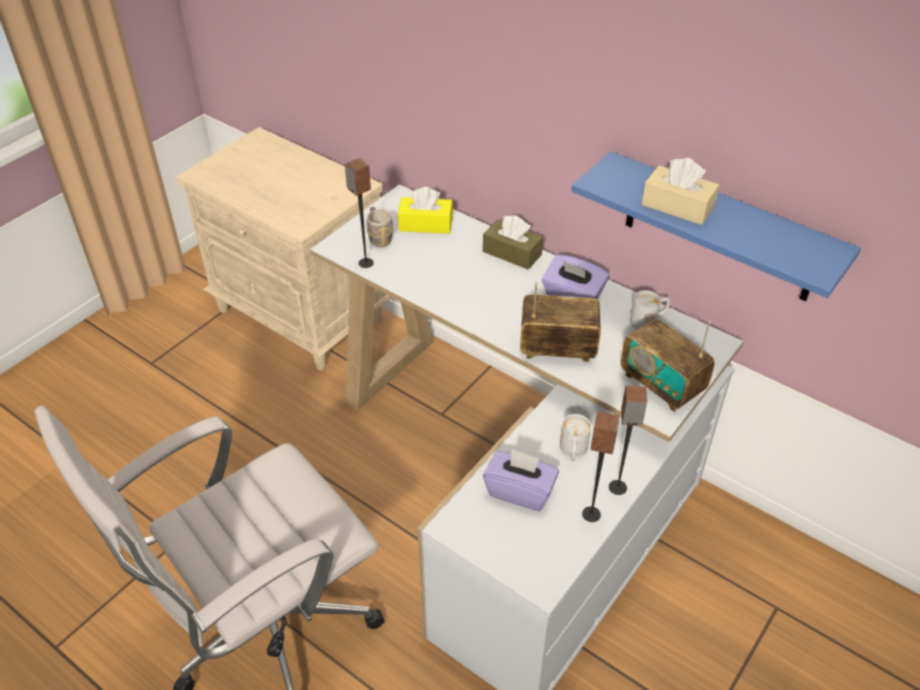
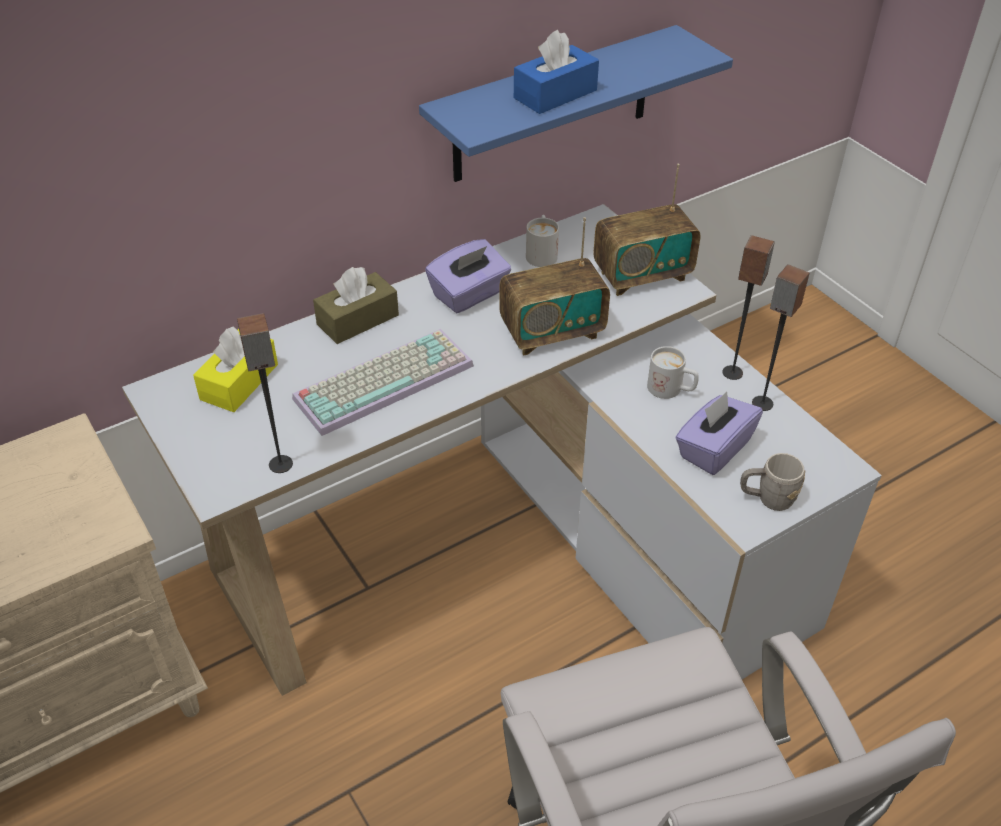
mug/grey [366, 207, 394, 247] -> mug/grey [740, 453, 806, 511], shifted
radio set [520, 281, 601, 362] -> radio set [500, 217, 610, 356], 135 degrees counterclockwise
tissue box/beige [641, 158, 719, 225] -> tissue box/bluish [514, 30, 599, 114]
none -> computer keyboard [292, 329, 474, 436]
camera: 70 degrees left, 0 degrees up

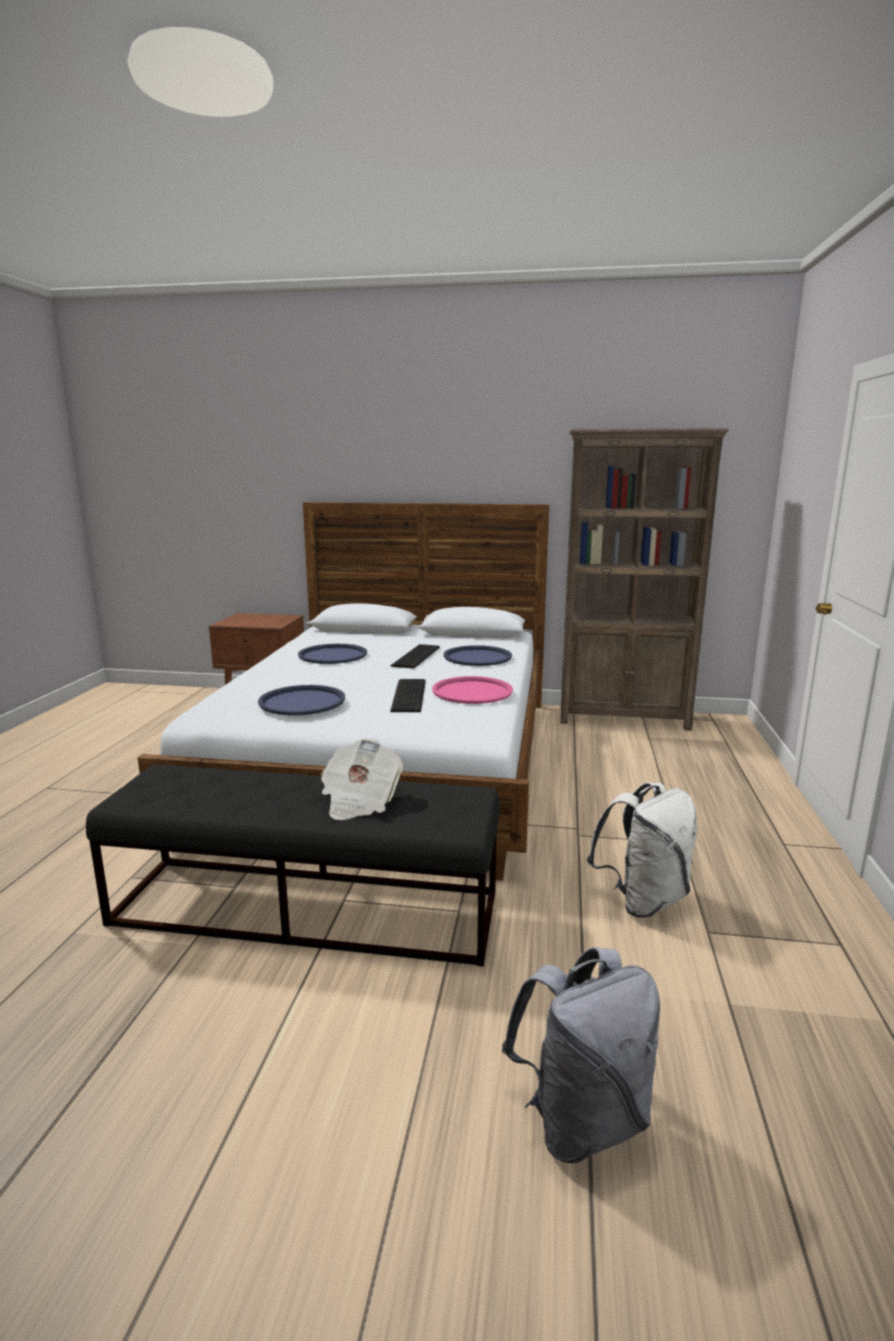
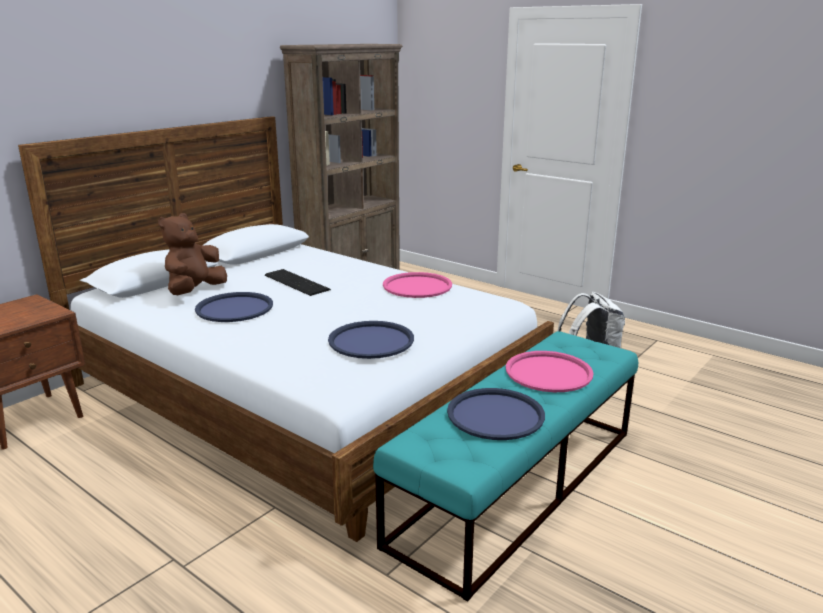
bench/blackish [86, 764, 500, 967] -> bench/blue-green [373, 331, 638, 602]
newspaper [321, 739, 403, 820] -> carrying tray/pink-coloured [506, 351, 594, 392]
computer keyboard [390, 679, 426, 712] -> none
carrying tray/bluish [444, 645, 512, 666] -> carrying tray/bluish [447, 388, 545, 440], shifted
backpack/grey [502, 947, 660, 1163] -> none
none -> cuddly toy/brown-coloured [158, 213, 227, 295]
camera: 60 degrees left, 5 degrees up

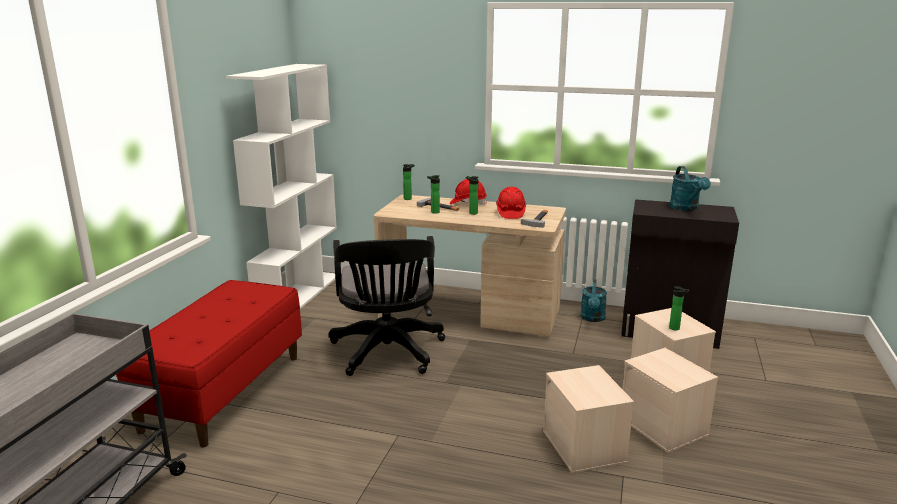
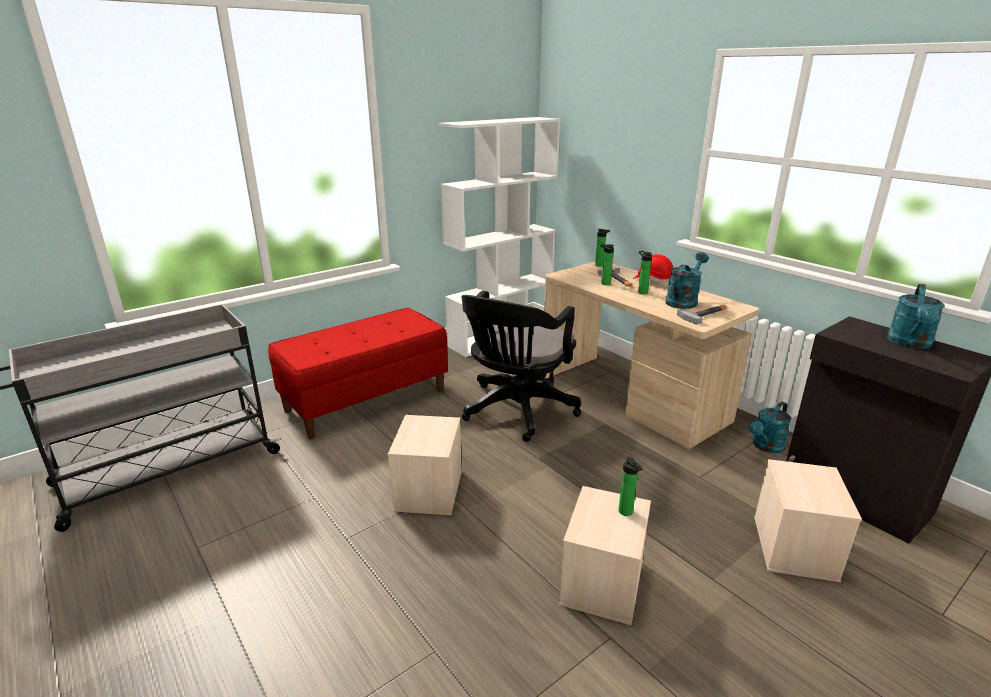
safety helmet/red [496, 187, 526, 219] -> sprinkling can/blue-green [665, 252, 709, 309]
storage bin/beige [622, 348, 718, 453] -> storage bin/beige [388, 415, 462, 515], shifted
bottle [669, 286, 690, 330] -> bottle [618, 457, 643, 516], shifted
camera: 35 degrees right, 5 degrees up

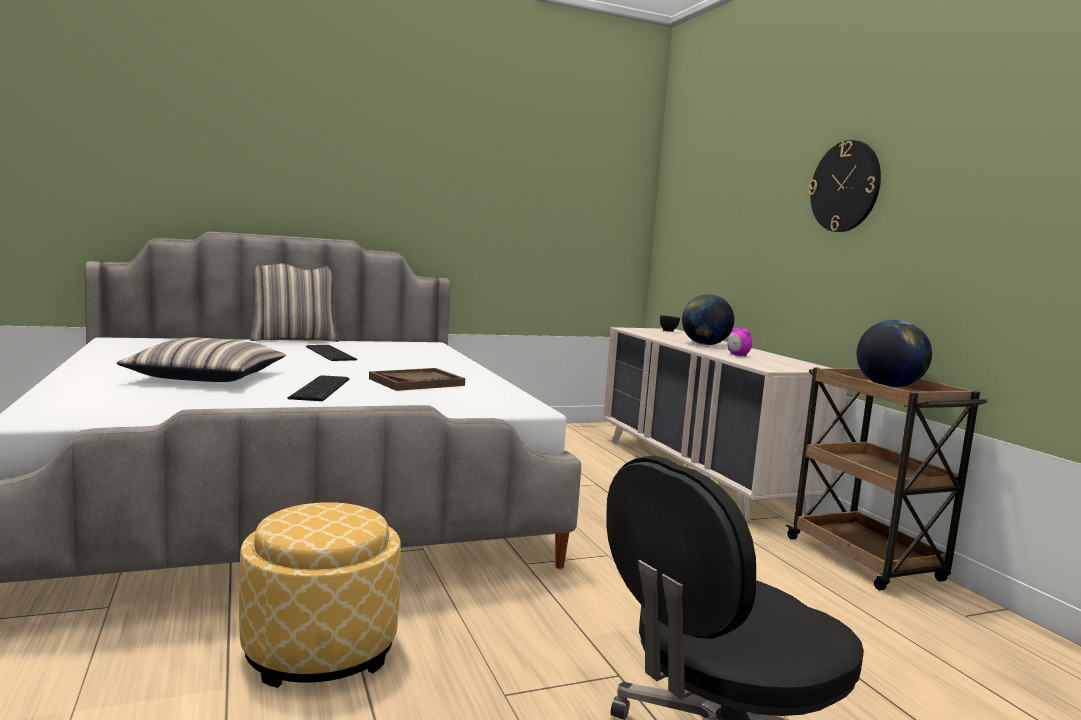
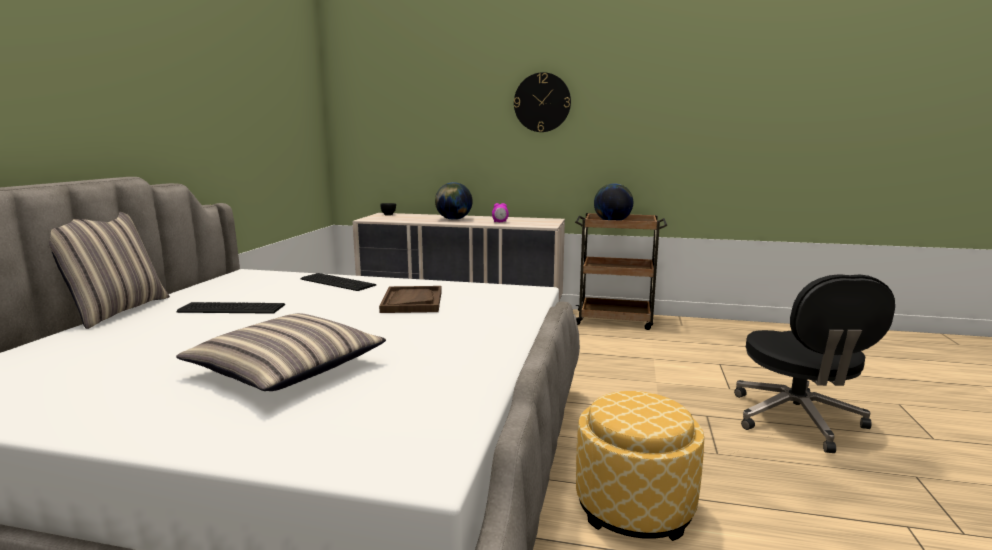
computer keyboard [287, 375, 349, 401] -> computer keyboard [301, 273, 376, 291], shifted
camera: 55 degrees left, 5 degrees up

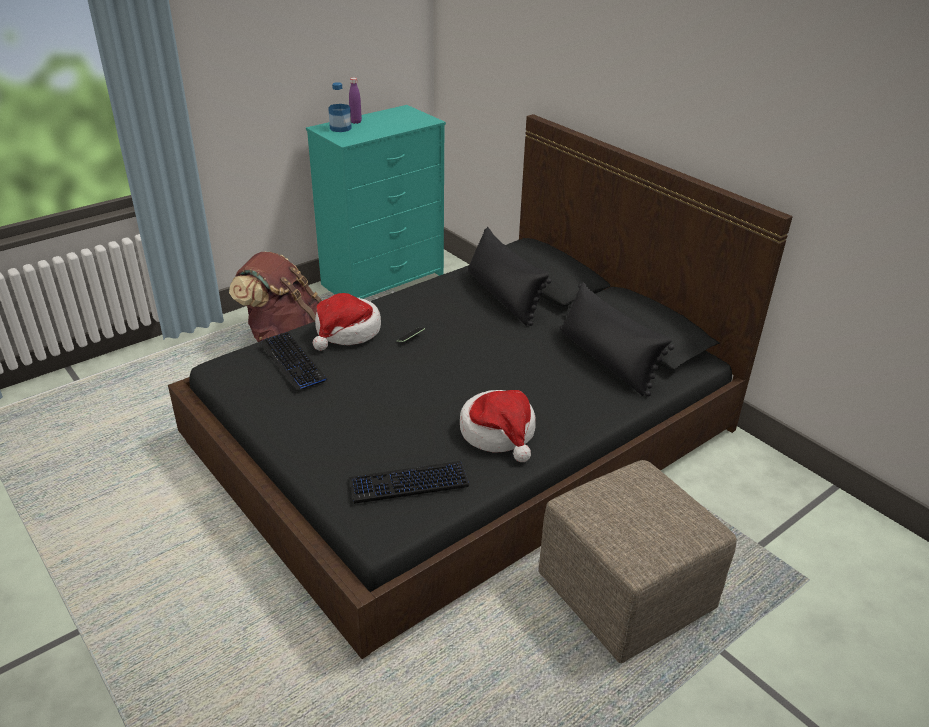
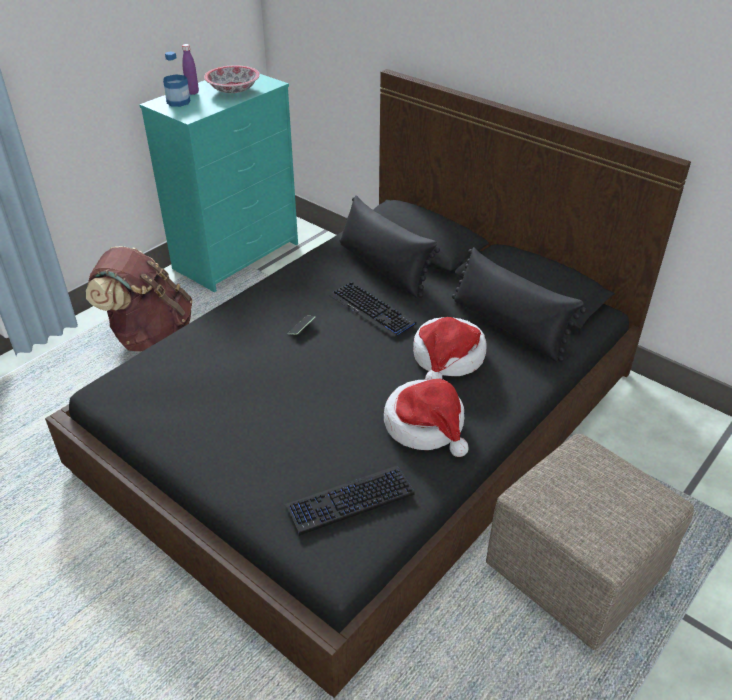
computer keyboard [260, 332, 327, 390] -> computer keyboard [329, 281, 416, 337], shifted
clothing hat [313, 293, 381, 351] -> clothing hat [413, 317, 487, 380], shifted
none -> deep dish [204, 65, 260, 93]
camera: 10 degrees left, 5 degrees up

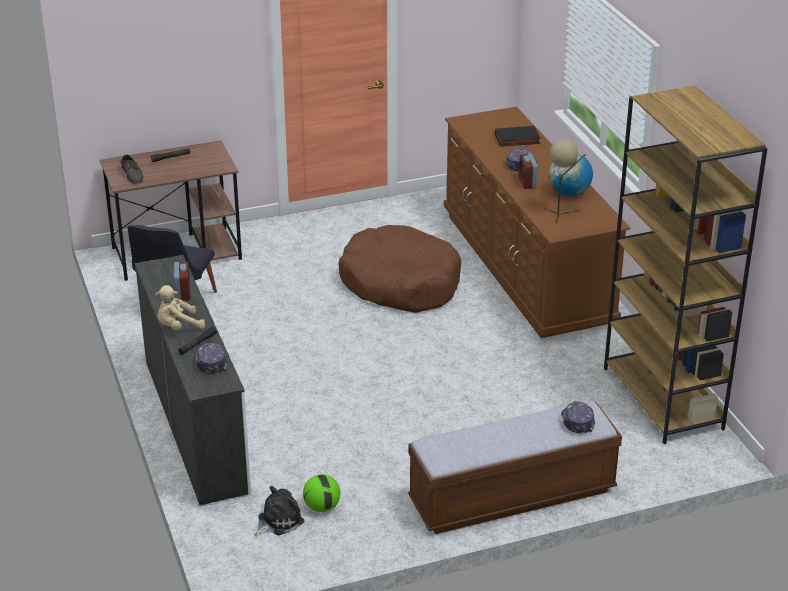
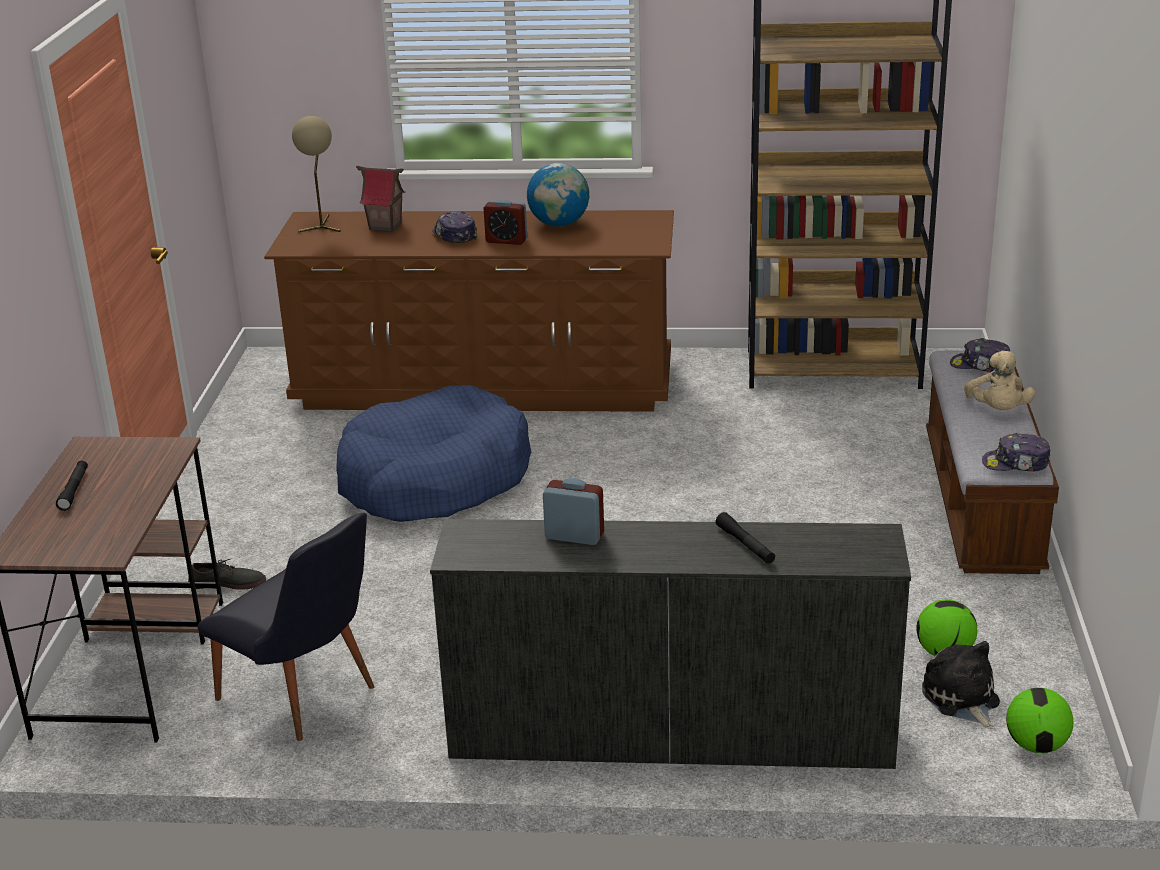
low shoe/grey [121, 154, 143, 184] -> low shoe/grey [188, 559, 266, 590], shifted
cuddly toy/beige [155, 285, 205, 331] -> cuddly toy/beige [964, 351, 1035, 410], shifted
cap [193, 343, 228, 374] -> cap [982, 433, 1050, 472], shifted
pet bed/brown-coloured [339, 225, 462, 313] -> pet bed/bluish [336, 385, 531, 522]
bound book/blackish [495, 126, 541, 147] -> miniature house [356, 166, 405, 232]
tabletop lamp/beige [543, 139, 585, 223] -> tabletop lamp/beige [292, 116, 341, 232], shifted
none -> ball for football [1006, 688, 1073, 753]
camera: 65 degrees left, 5 degrees down

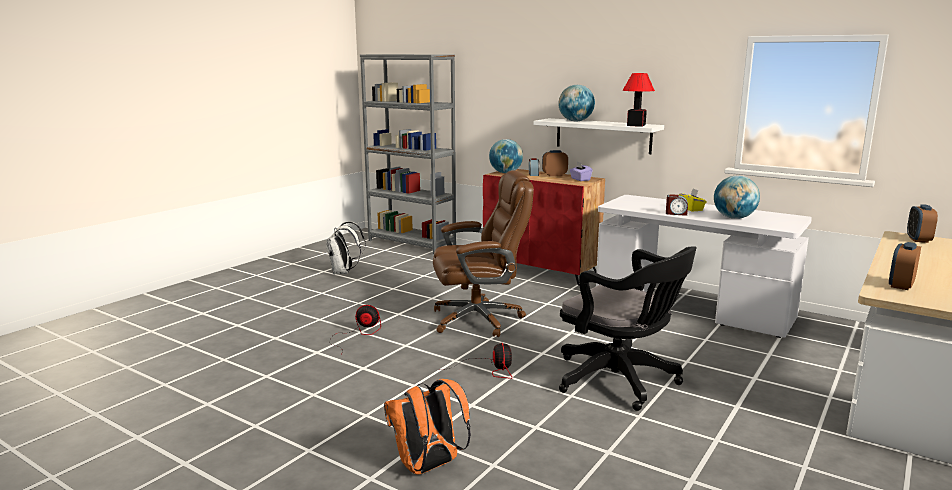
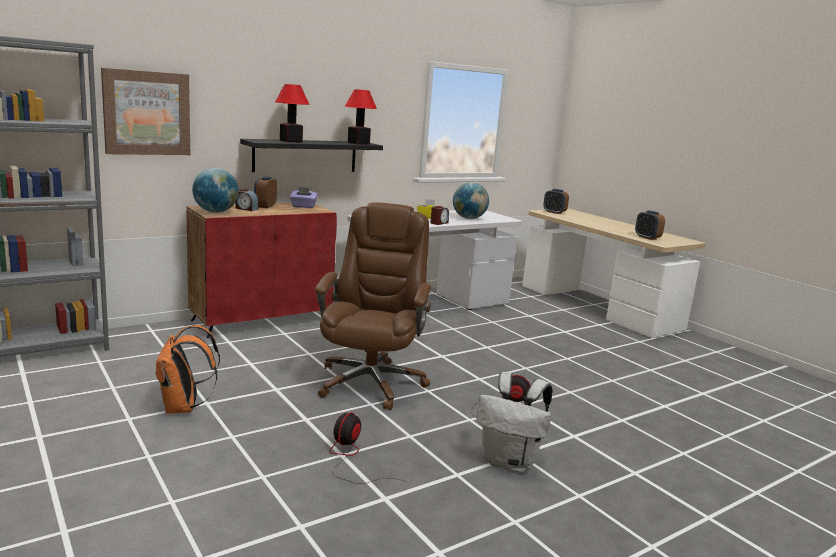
backpack/white-coloured [326, 221, 366, 274] -> backpack/white-coloured [477, 372, 552, 473], shifted
backpack/orangey [384, 379, 471, 475] -> backpack/orangey [155, 325, 220, 414], shifted
bracket shelf/white-coloured [533, 118, 664, 154] -> bracket shelf/blackish [240, 139, 383, 172]
desk globe [558, 85, 595, 121] -> tabletop lamp [275, 84, 309, 142]
office chair/blackish [559, 247, 697, 411] -> none
none -> wall art [101, 68, 190, 155]
camera: 70 degrees left, 0 degrees up

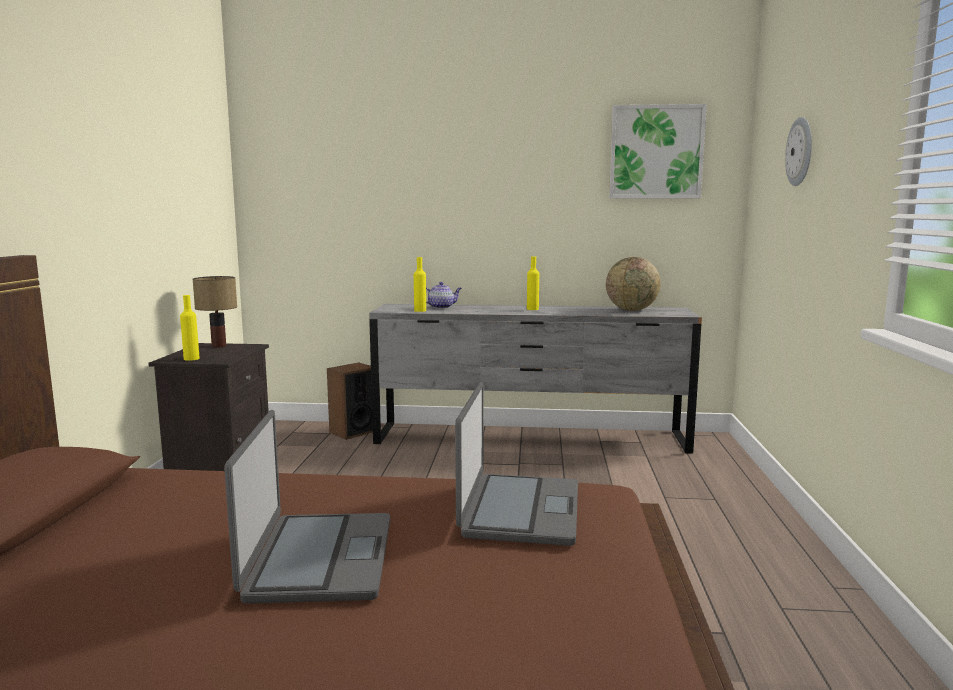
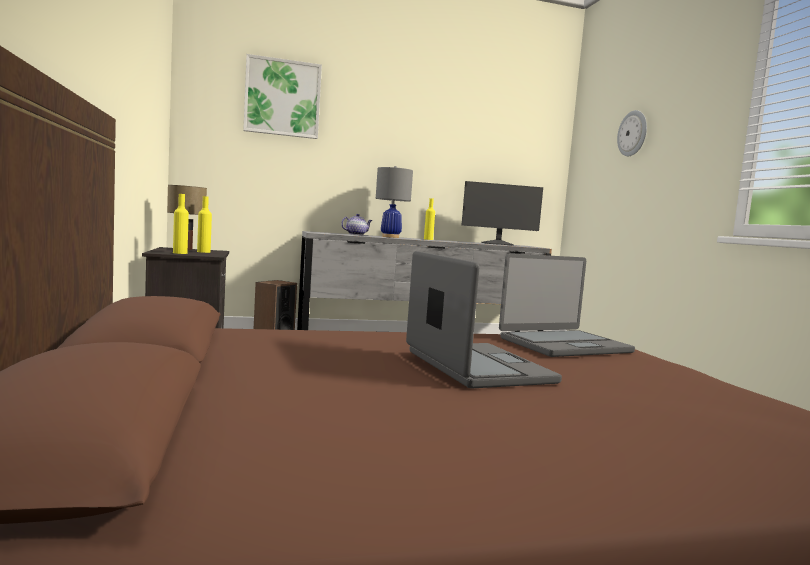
bottle/yellow-coloured [414, 257, 426, 312] -> bottle/yellow-coloured [197, 196, 212, 253], shifted
notebook computer [455, 382, 578, 546] -> notebook computer [499, 254, 635, 357], 75 degrees clockwise
desk globe [606, 257, 661, 311] -> monitor [462, 181, 543, 246]
wall art [609, 104, 707, 199] -> wall art [243, 54, 322, 139], shifted
none -> tabletop lamp/grey [376, 166, 413, 238]
camera: 20 degrees left, 5 degrees down

